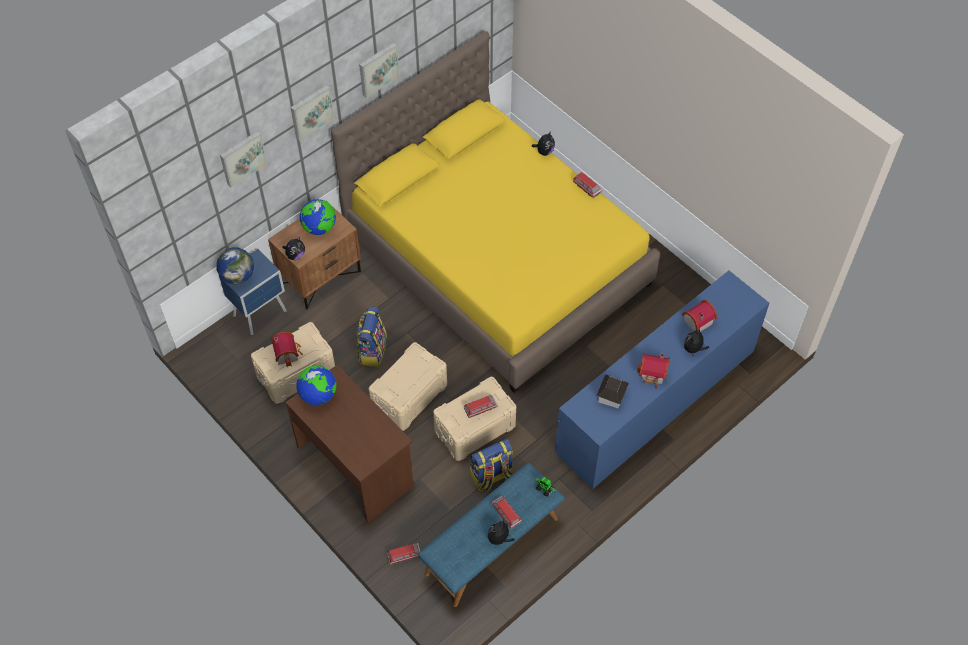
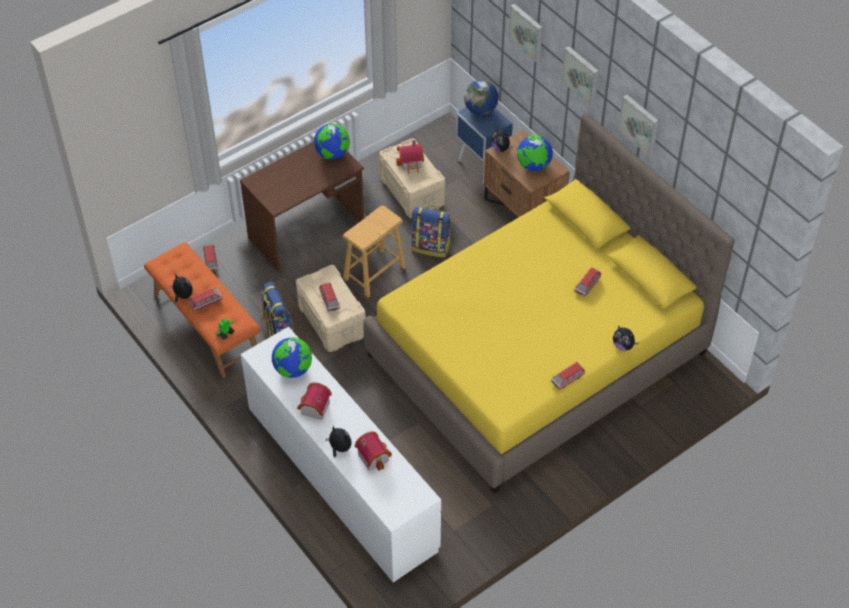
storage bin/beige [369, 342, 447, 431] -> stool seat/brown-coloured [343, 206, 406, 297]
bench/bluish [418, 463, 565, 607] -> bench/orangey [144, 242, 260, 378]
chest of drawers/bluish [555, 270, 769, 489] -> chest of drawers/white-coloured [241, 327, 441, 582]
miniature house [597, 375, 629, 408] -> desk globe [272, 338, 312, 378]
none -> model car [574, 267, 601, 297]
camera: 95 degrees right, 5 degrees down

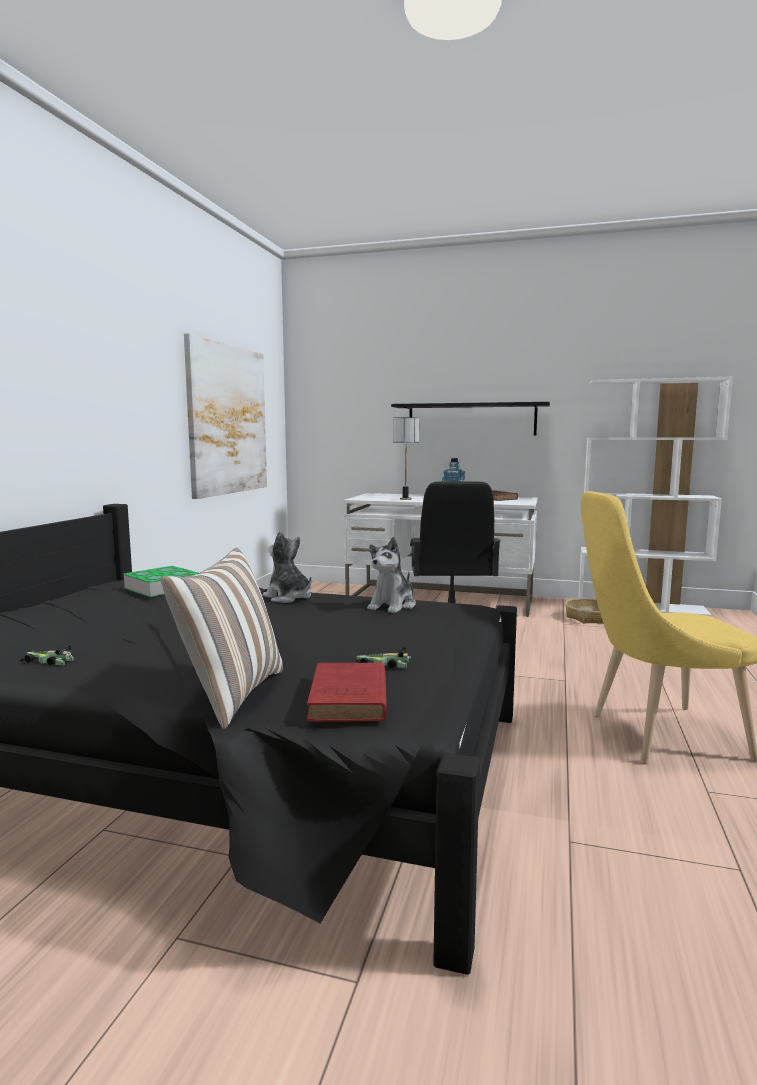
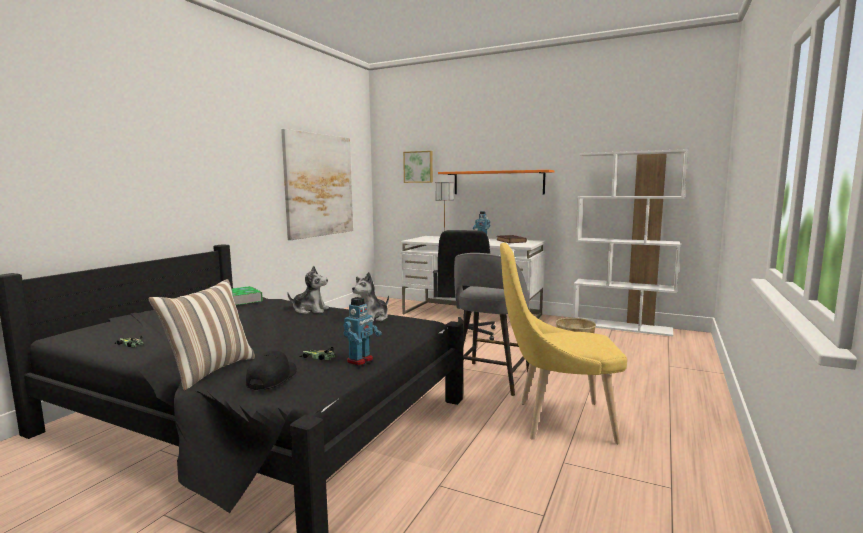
cuddly toy [263, 531, 311, 603] -> cuddly toy [287, 266, 329, 314], 135 degrees clockwise
bound book/red [307, 663, 387, 722] -> cap/blackish [246, 351, 297, 390]
bracket shelf/blackish [391, 402, 550, 435] -> bracket shelf/orangey [438, 170, 554, 194]
none -> model robot [343, 297, 382, 366]
none -> wall art [403, 151, 433, 183]
none -> stool seat/grey [454, 253, 530, 396]
camera: 10 degrees right, 0 degrees up

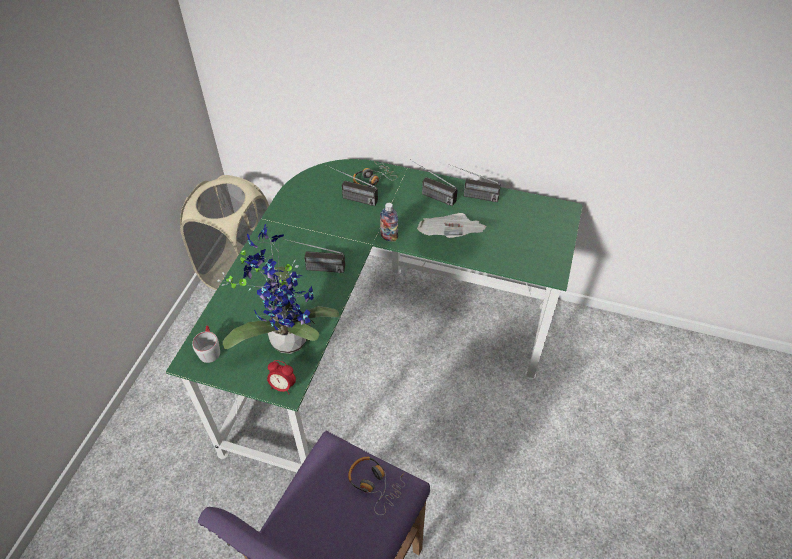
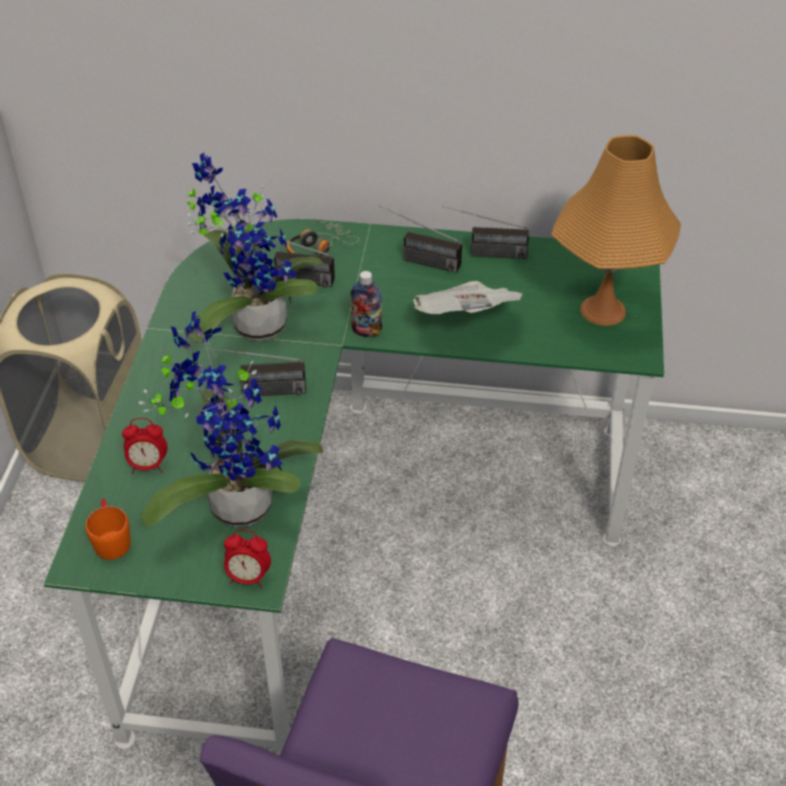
mug/grey [192, 325, 220, 363] -> mug/orangey [85, 499, 131, 560]
headphones [348, 457, 405, 515] -> none
none -> alarm clock [122, 418, 168, 473]
none -> plant in a pot [187, 153, 323, 343]
none -> tabletop lamp/orangey [551, 135, 681, 326]
camera: 10 degrees left, 5 degrees down

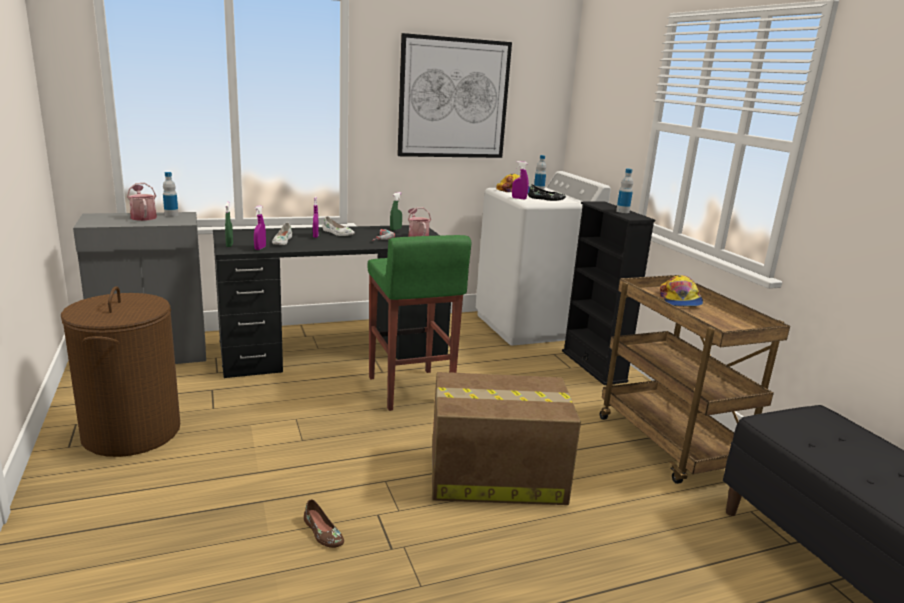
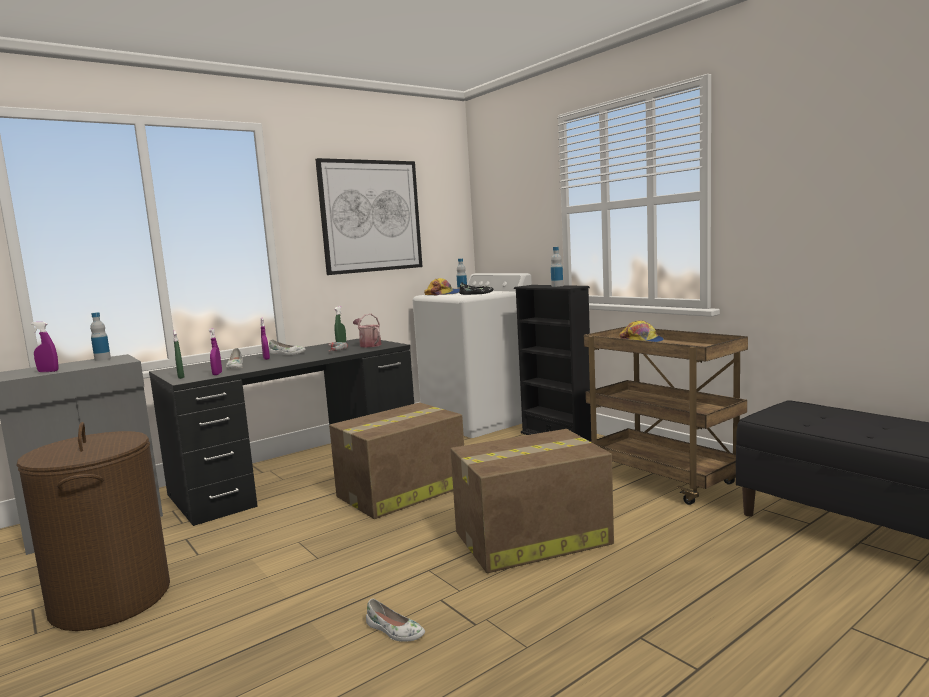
sprinkling can [127, 183, 157, 221] -> none
low shoe/brown-coloured [304, 499, 344, 548] -> low shoe/white-coloured [366, 599, 425, 641]
stool seat/green-coloured [368, 235, 471, 411] -> cardboard box [329, 402, 464, 519]
spray bottle/purple-coloured [512, 161, 529, 199] -> spray bottle/purple-coloured [31, 322, 59, 372], shifted
camera: 15 degrees left, 10 degrees down

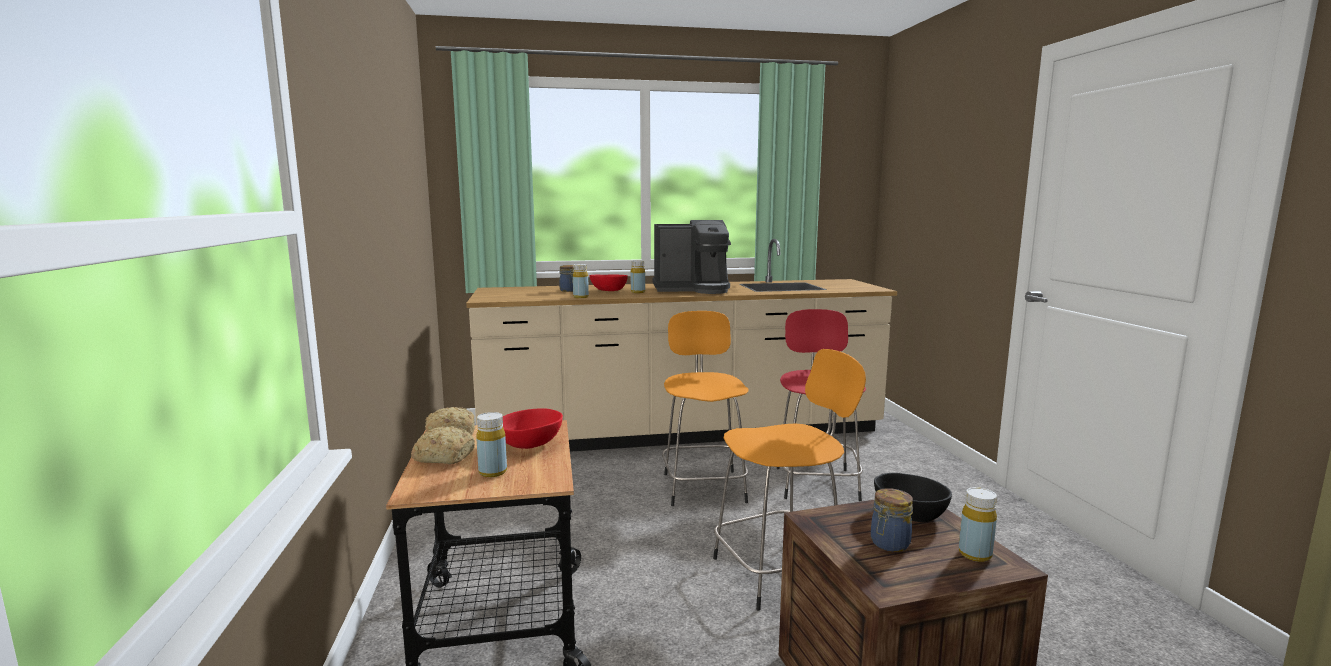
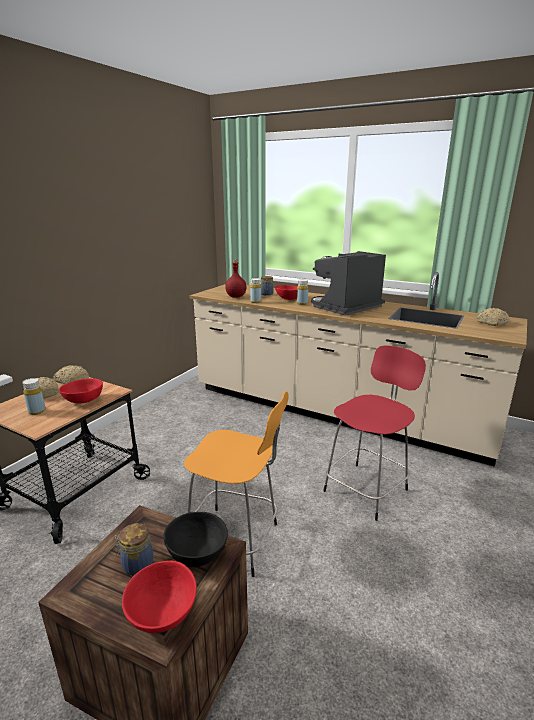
coffee maker [652, 220, 731, 294] -> coffee maker [311, 251, 386, 316], 105 degrees clockwise
stool seat/orangey [662, 311, 749, 506] -> none
bottle/yellow-coloured [959, 487, 997, 562] -> deep dish/red [122, 560, 197, 633]
none -> bottle/red [225, 259, 246, 298]
none -> baked bread [477, 308, 509, 326]
camera: 40 degrees right, 10 degrees up

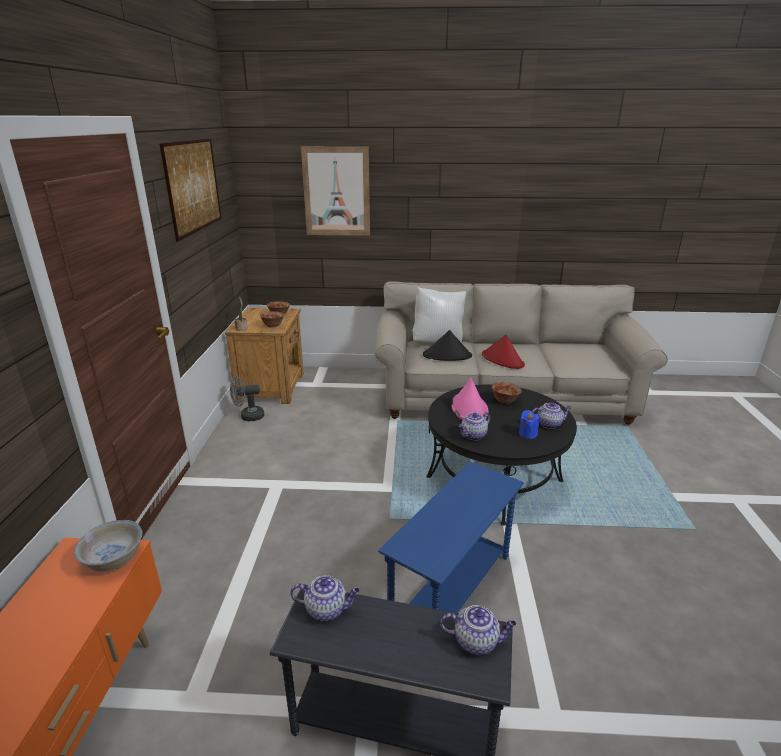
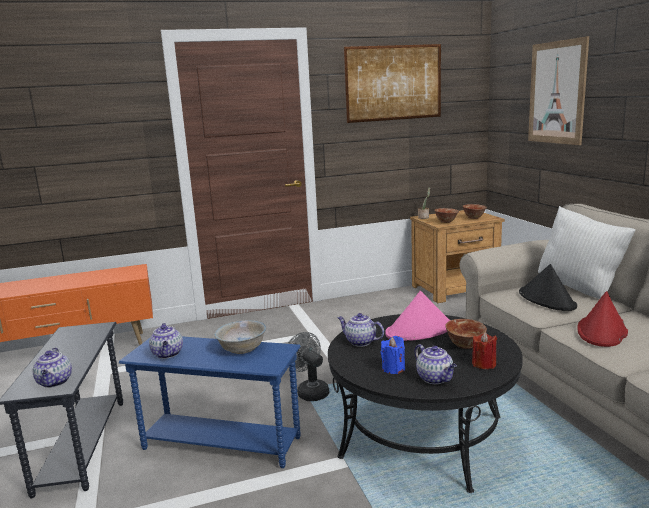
deep dish/white-coloured [74, 520, 143, 572] -> deep dish/white-coloured [214, 320, 267, 354], shifted
cooling fan/grey [230, 376, 264, 421] -> cooling fan/grey [288, 332, 329, 401], shifted
tea pot [290, 575, 360, 621] -> tea pot [149, 323, 183, 359], shifted
none -> wax candle/red [472, 332, 497, 369]
camera: 70 degrees right, 10 degrees down

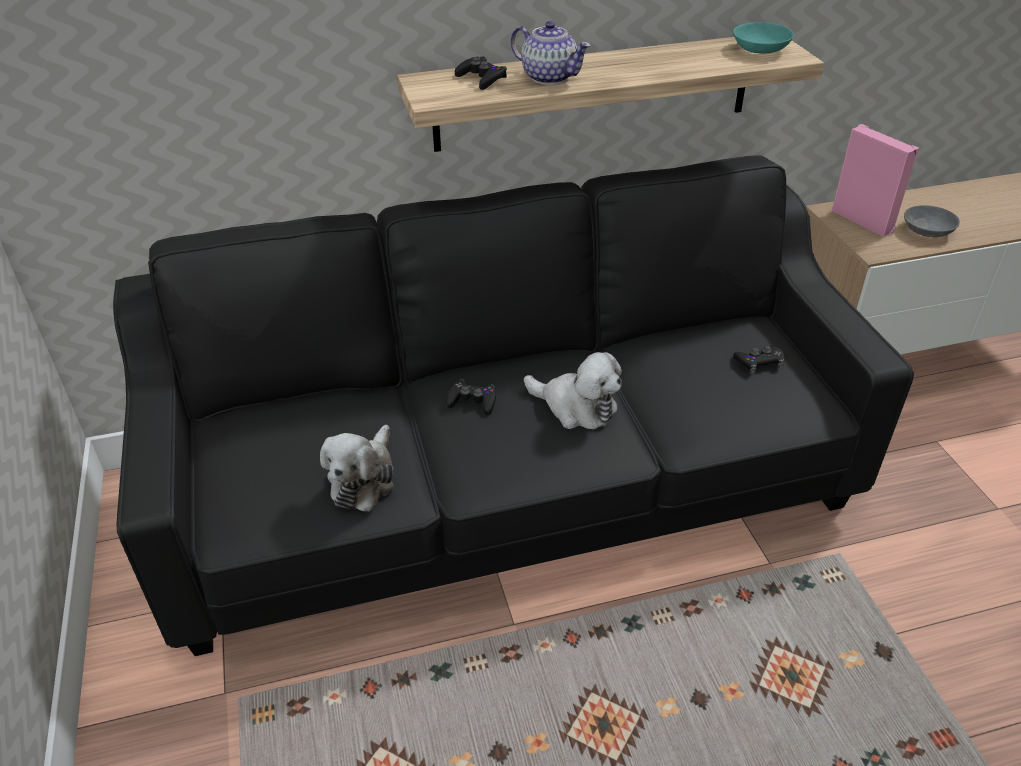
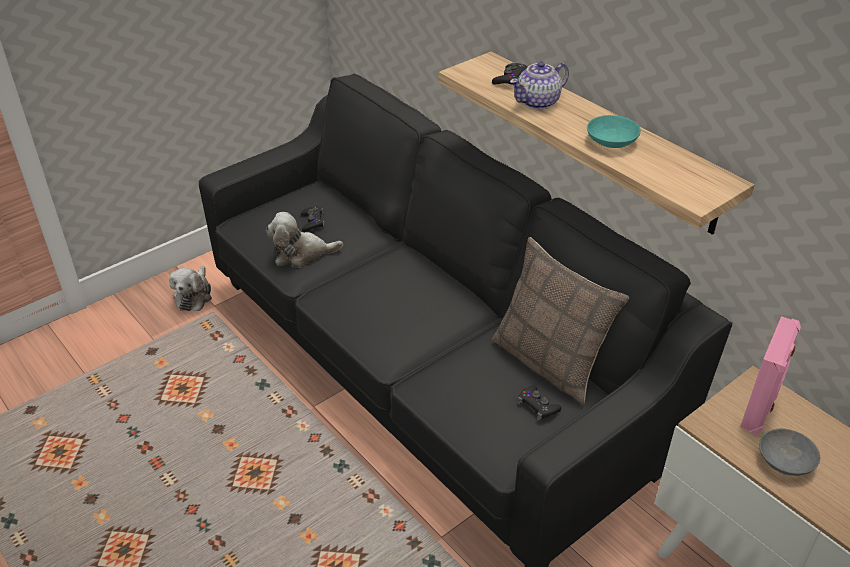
game controller/blackish [446, 379, 496, 415] -> game controller/blackish [301, 207, 325, 232], shifted
tea pot [511, 21, 591, 85] -> tea pot [510, 61, 569, 109], 45 degrees clockwise
cuddly toy [524, 352, 622, 429] -> cuddly toy [169, 266, 212, 311], shifted
deep dish/blue-green [733, 22, 794, 53] -> deep dish/blue-green [587, 115, 641, 148], shifted
none -> throw pillow [492, 237, 629, 404]
camera: 65 degrees right, 0 degrees up

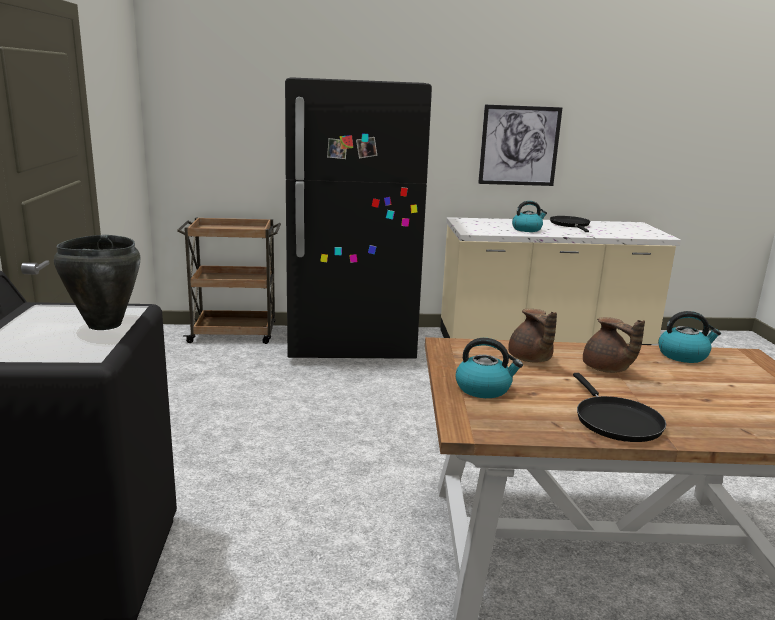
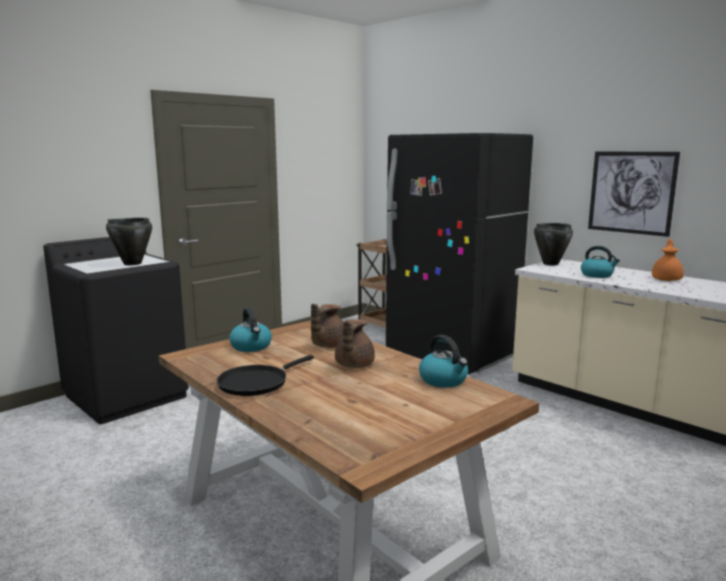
pan/blackish [550, 216, 591, 232] -> tea pot/orangey [652, 239, 684, 281]
none -> stockpot/blackish [534, 223, 573, 265]
camera: 50 degrees right, 5 degrees down

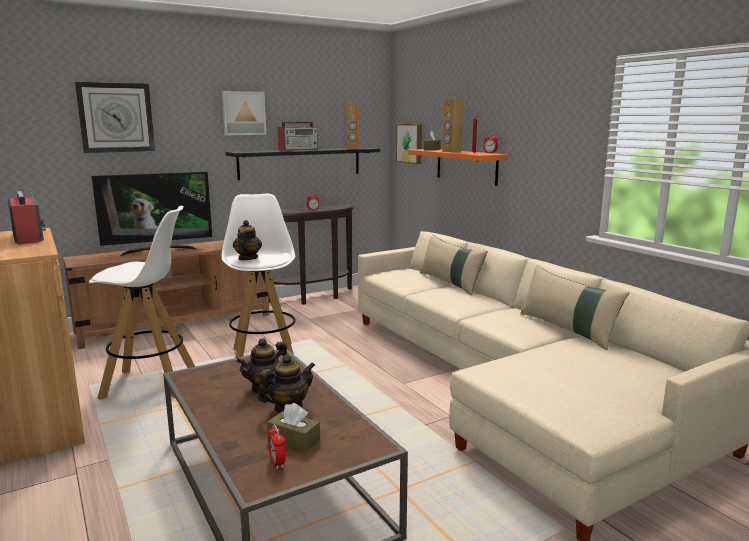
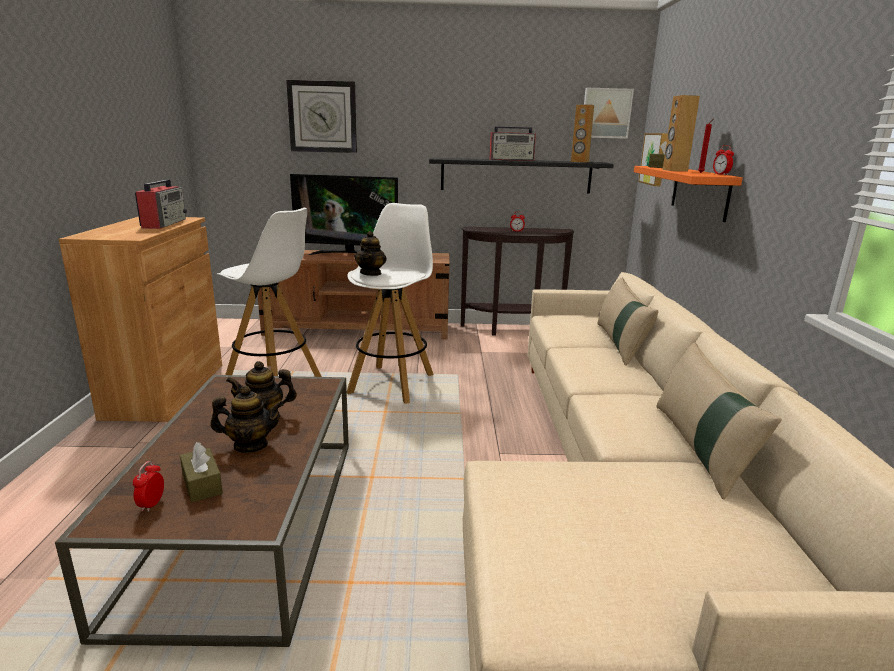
wall art [222, 91, 266, 135] -> wall art [584, 88, 634, 139], shifted
tea pot [233, 220, 262, 260] -> tea pot [354, 231, 387, 276], 150 degrees clockwise
camera: 30 degrees right, 5 degrees up

